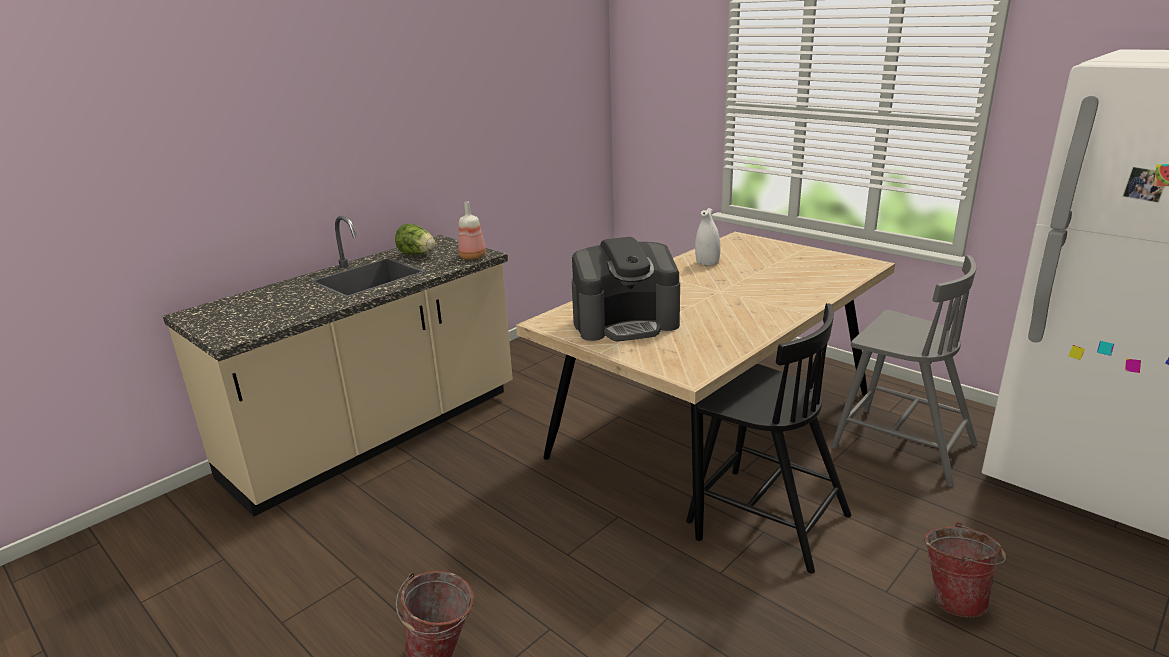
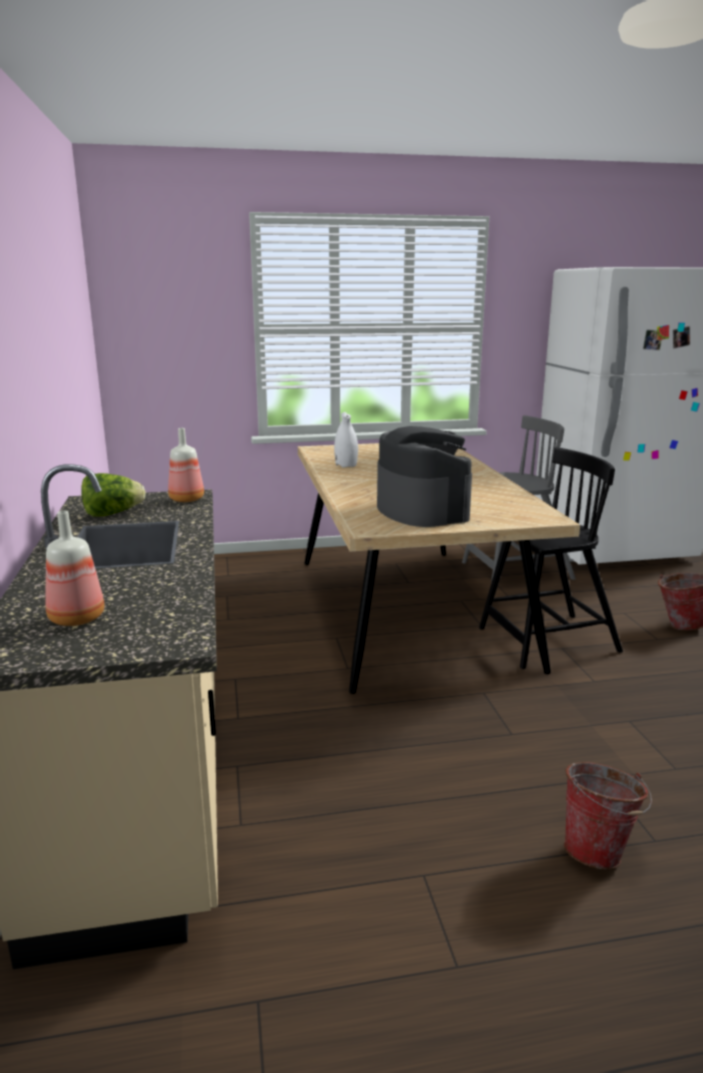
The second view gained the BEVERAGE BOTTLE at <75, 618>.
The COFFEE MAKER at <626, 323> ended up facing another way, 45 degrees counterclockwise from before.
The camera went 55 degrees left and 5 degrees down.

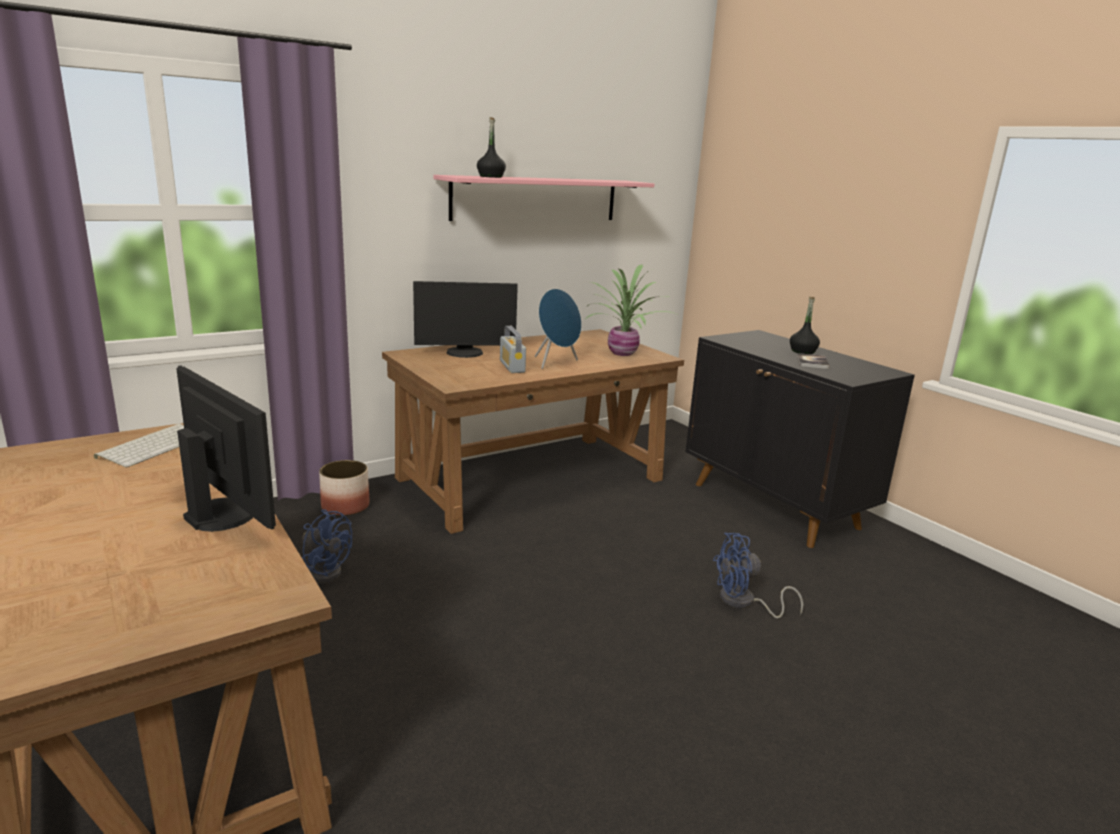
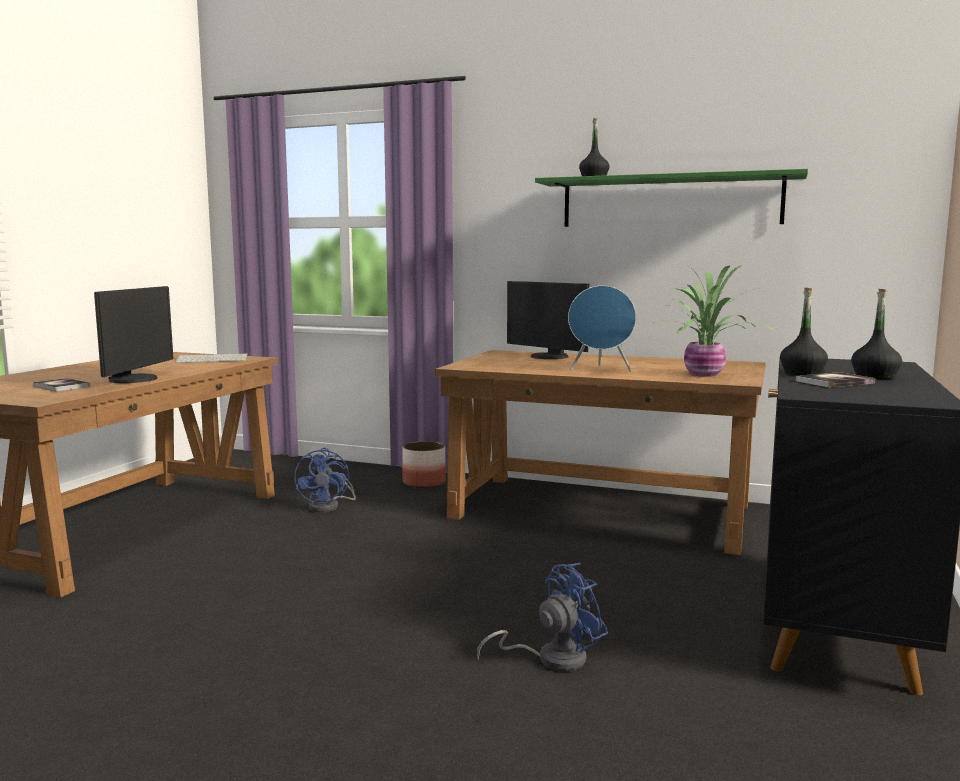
The second view lost the RADIO RECEIVER at <512, 366>.
The second view gained the BOUND BOOK at <61, 386>.
The second view gained the BLACK-COLOURED BEVERAGE BOTTLE at <802, 373>.
What was the PINKISH SHELF at <536, 199> turned into the GREEN-COLOURED SHELF at <670, 202>.
The BLUISH FAN at <744, 603> ended up facing another way, 105 degrees clockwise from before.
The camera went 55 degrees right and 10 degrees down.

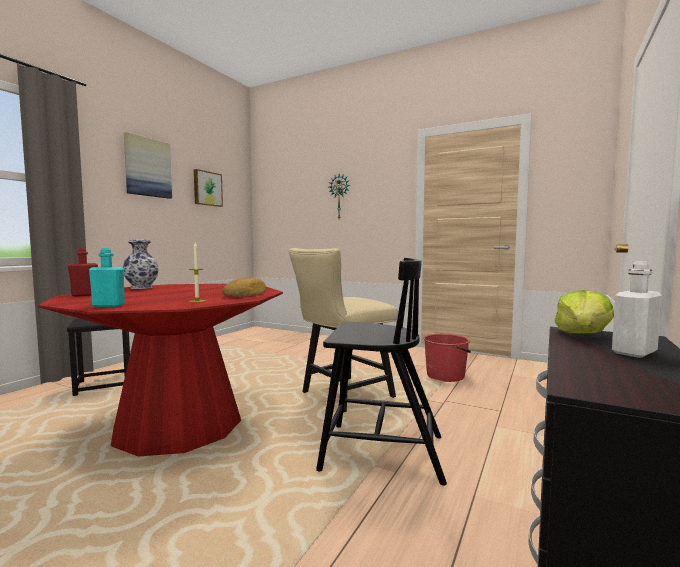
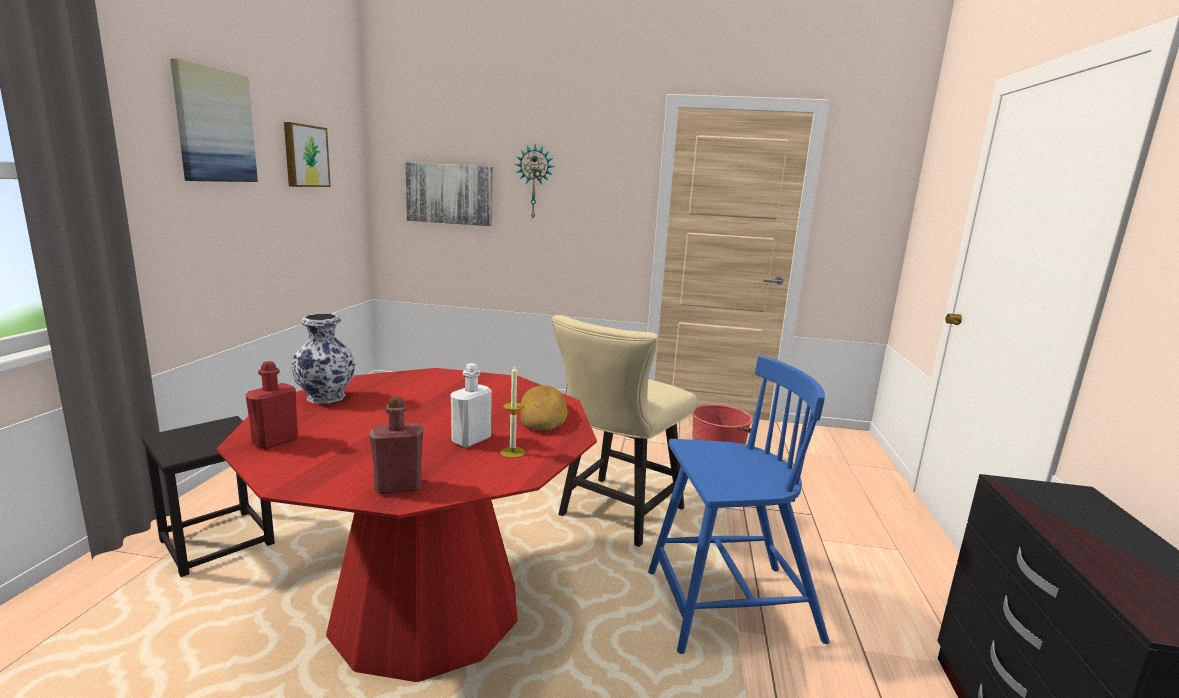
The second view lost the LETTUCE at <583, 334>.
The second view gained the PICTURE at <450, 194>.
The WHITE BEVERAGE BOTTLE ended up elsewhere, having gone from <634, 352> to <471, 440>.
What was the TURQUOISE-COLOURED BEVERAGE BOTTLE at <108, 305> turned into the RED-COLOURED BEVERAGE BOTTLE at <398, 487>.
What was the BLACK-COLOURED UPRIGHT CHAIR at <380, 452> turned into the BLUISH UPRIGHT CHAIR at <728, 606>.
The camera went 20 degrees left and 10 degrees up.

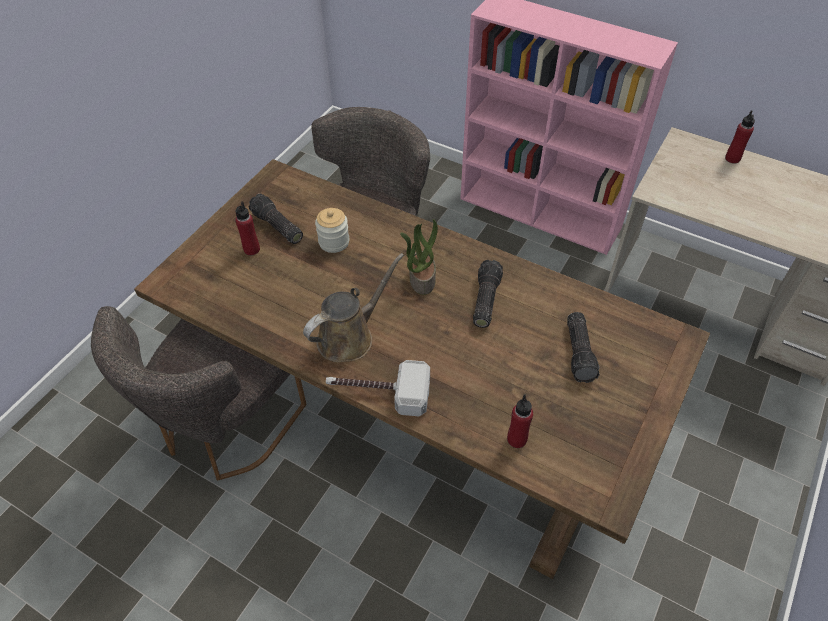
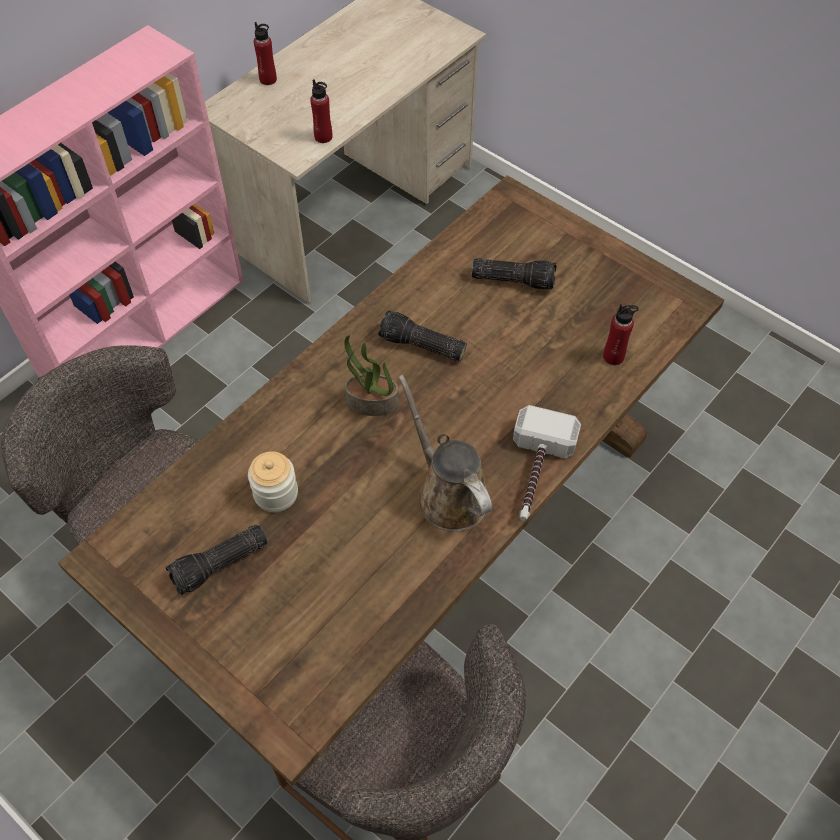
The RED-COLOURED BEVERAGE BOTTLE ended up elsewhere, having gone from <251, 249> to <323, 137>.
The camera went 80 degrees left and 5 degrees up.

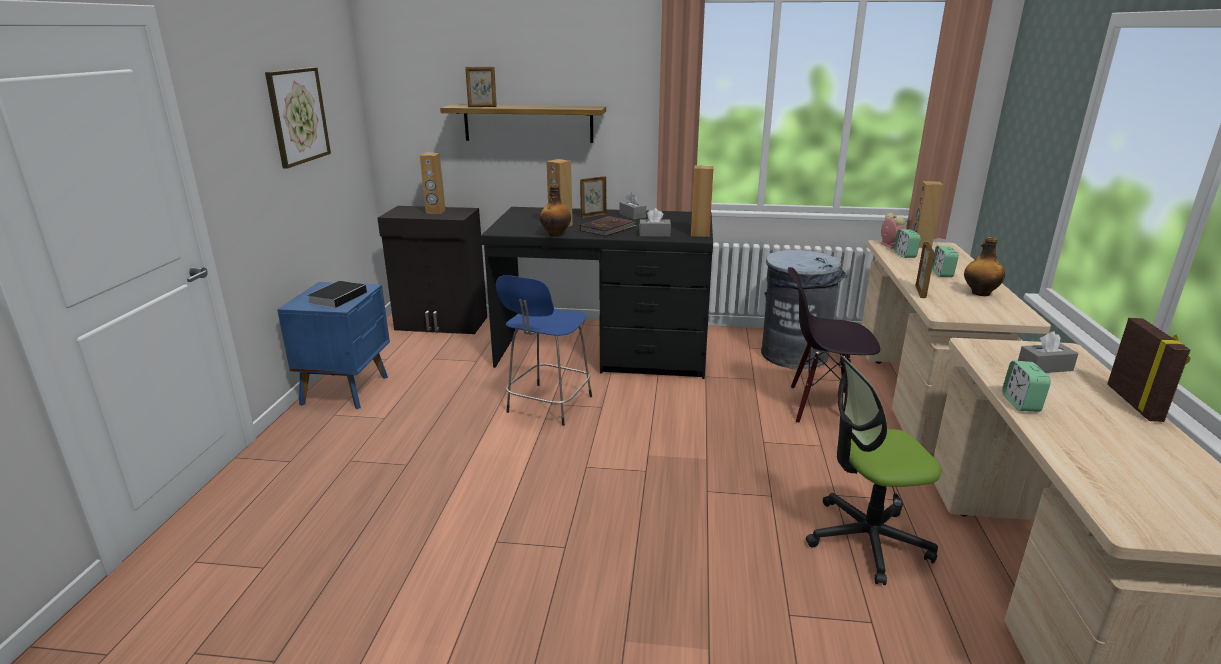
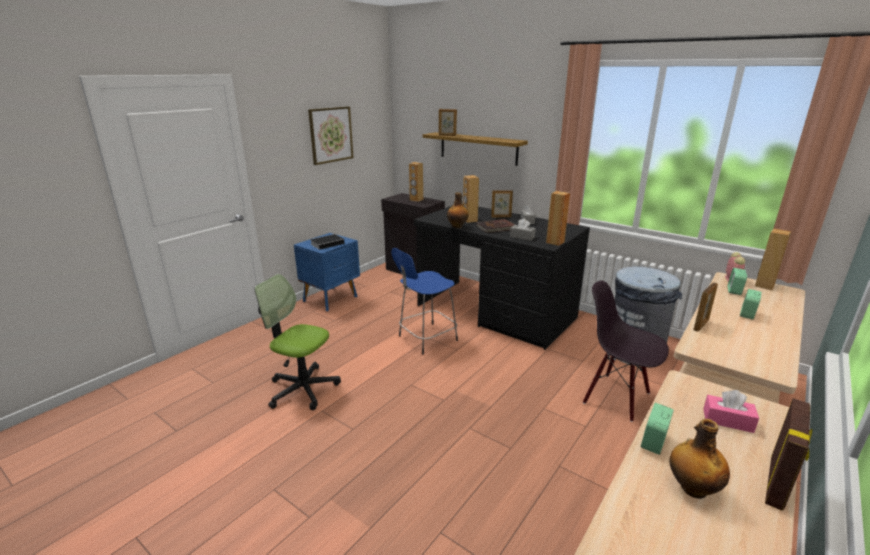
The COMPUTER CHAIR ended up elsewhere, having gone from <866, 539> to <303, 389>.
The BEVERAGE BOTTLE ended up elsewhere, having gone from <979, 293> to <692, 488>.
What was the GREY TISSUE HOLDER at <1044, 367> turned into the PINKISH TISSUE HOLDER at <727, 420>.
The camera went 30 degrees right and 0 degrees up.

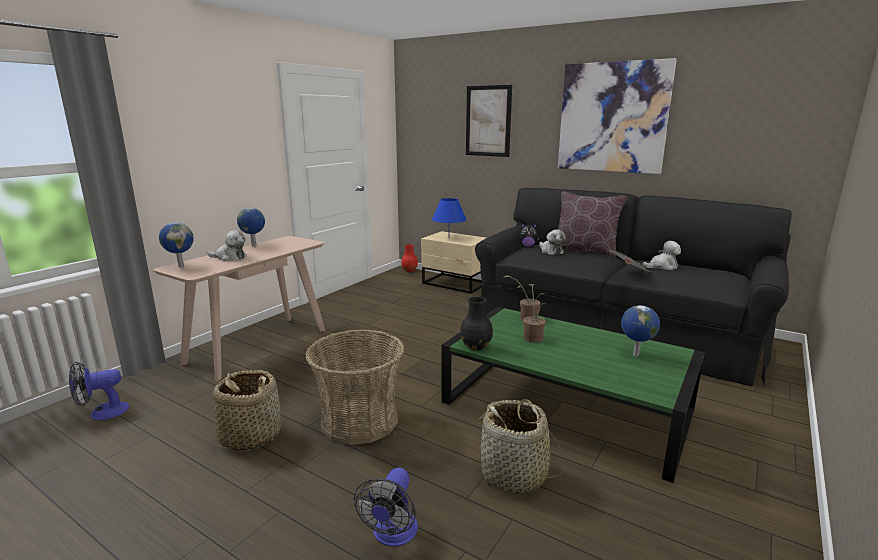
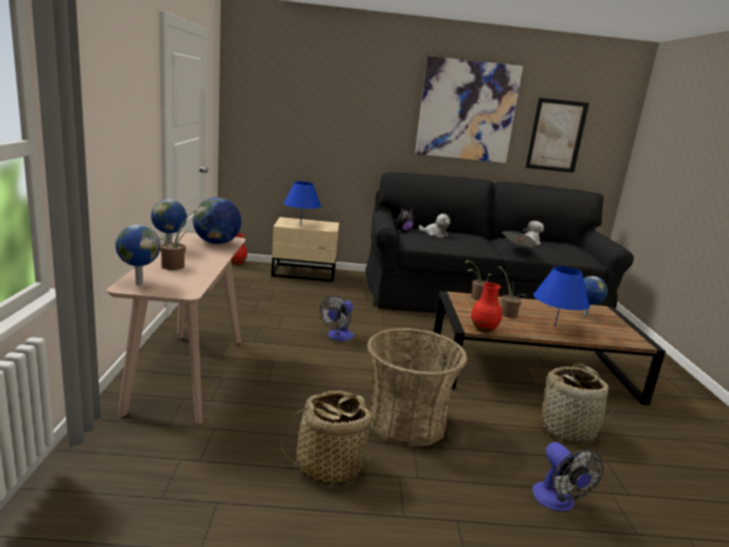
The second view lost the BROWNISH THROW PILLOW at <585, 250>.
The second view gained the WORLD GLOBE at <217, 243>.
The second view gained the BLUISH TABLETOP LAMP at <555, 326>.
The FAN ended up elsewhere, having gone from <102, 412> to <338, 337>.
The PICTURE ended up elsewhere, having gone from <488, 121> to <556, 135>.
Where the SOFT TOY stood at <229, 257>, the POTTED PLANT came to stand at <176, 266>.
What was the GREEN-COLOURED COFFEE TABLE at <566, 406> turned into the BROWNISH COFFEE TABLE at <532, 369>.
What was the BLACK-COLOURED DECORATIVE VASE at <475, 346> turned into the RED-COLOURED DECORATIVE VASE at <483, 329>.
The camera went 35 degrees left and 0 degrees up.

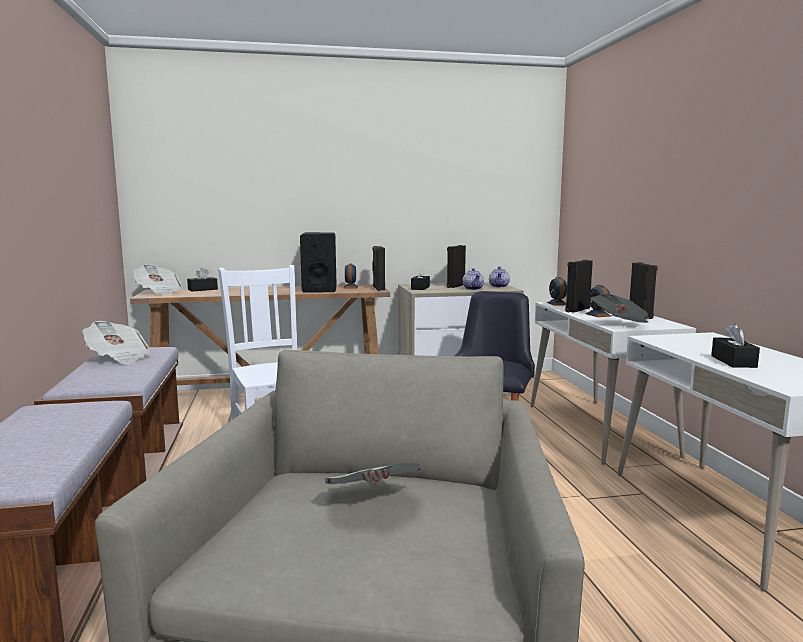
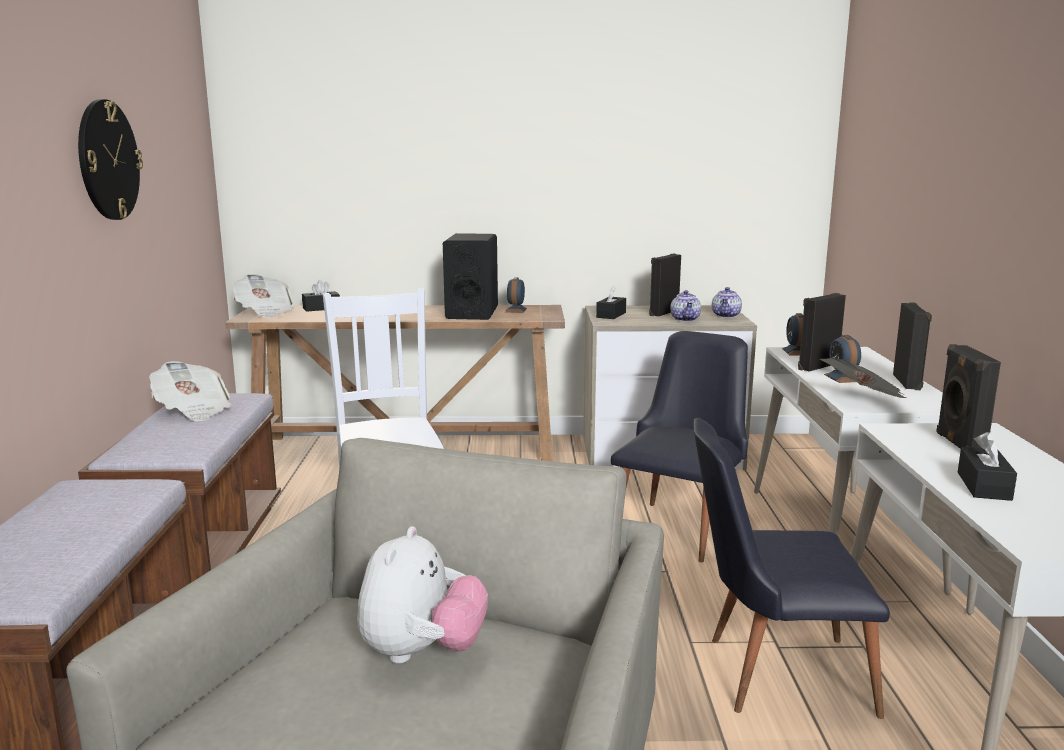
The second view gained the WALL CLOCK at <108, 160>.
The second view gained the BLACK-COLOURED UPRIGHT CHAIR at <771, 673>.
The BLACK-COLOURED SPEAKER ended up elsewhere, having gone from <378, 288> to <958, 444>.
Where the DAILY PAPER stood at <372, 500>, the SOFT TOY came to stand at <422, 652>.
The camera went 10 degrees right and 5 degrees up.

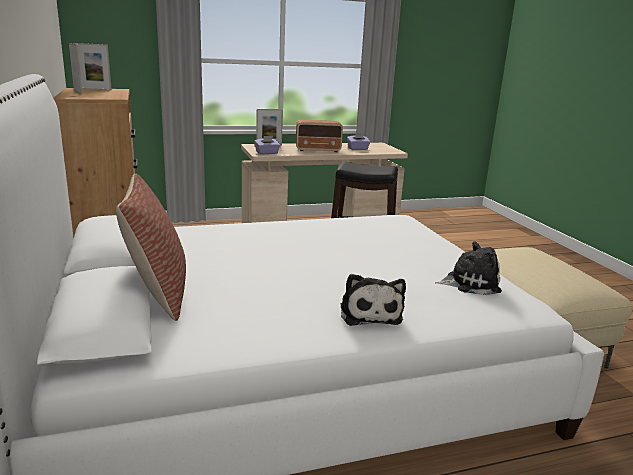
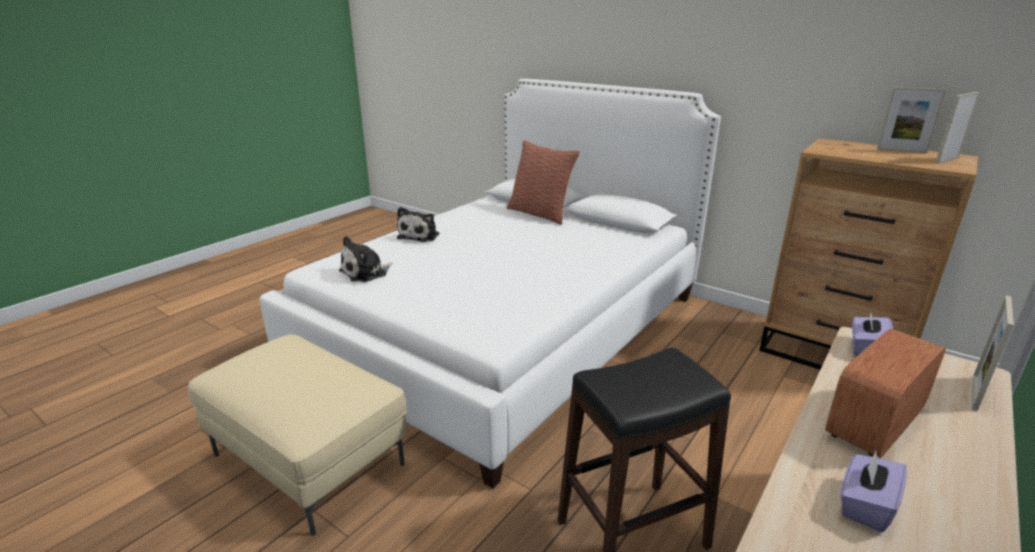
The SOFT TOY at <369, 313> ended up facing another way, 120 degrees counterclockwise from before.
The camera went 145 degrees right and 5 degrees up.

